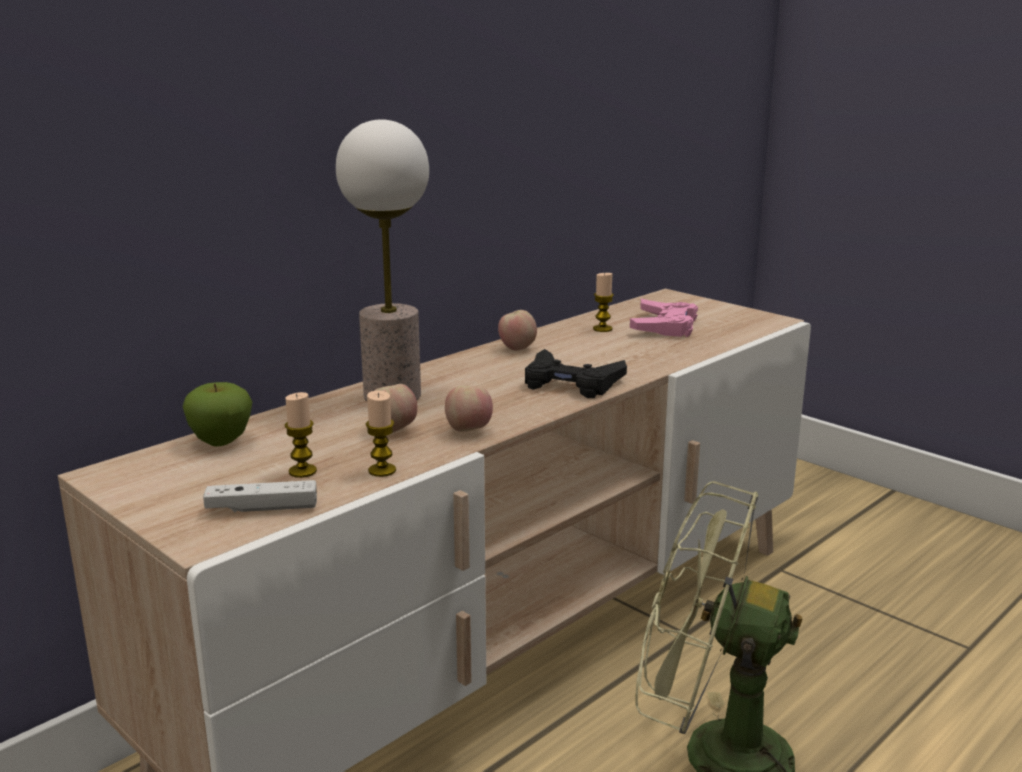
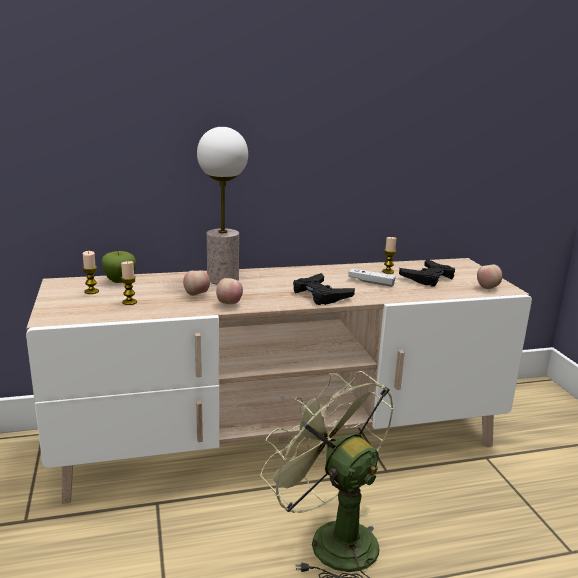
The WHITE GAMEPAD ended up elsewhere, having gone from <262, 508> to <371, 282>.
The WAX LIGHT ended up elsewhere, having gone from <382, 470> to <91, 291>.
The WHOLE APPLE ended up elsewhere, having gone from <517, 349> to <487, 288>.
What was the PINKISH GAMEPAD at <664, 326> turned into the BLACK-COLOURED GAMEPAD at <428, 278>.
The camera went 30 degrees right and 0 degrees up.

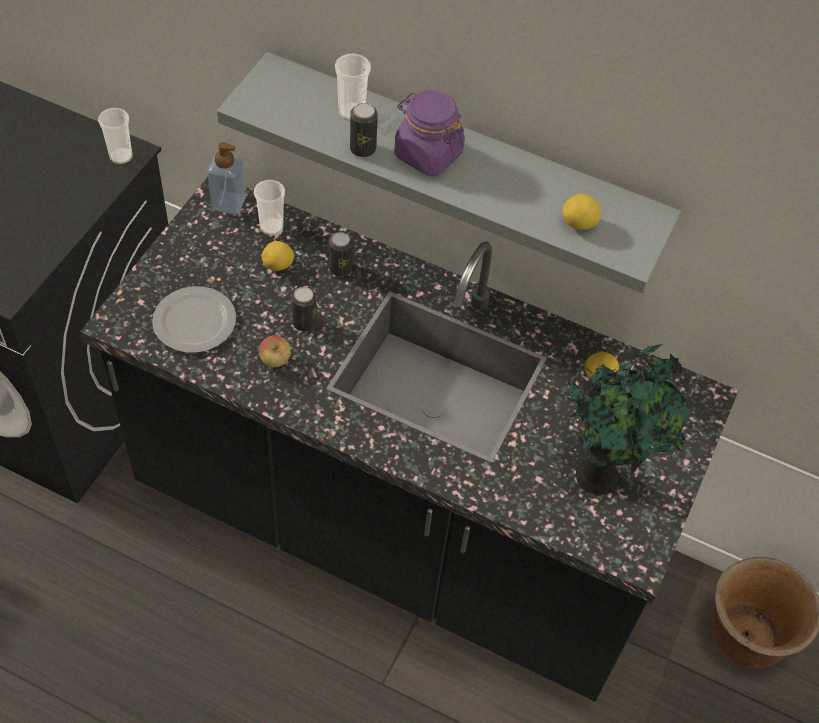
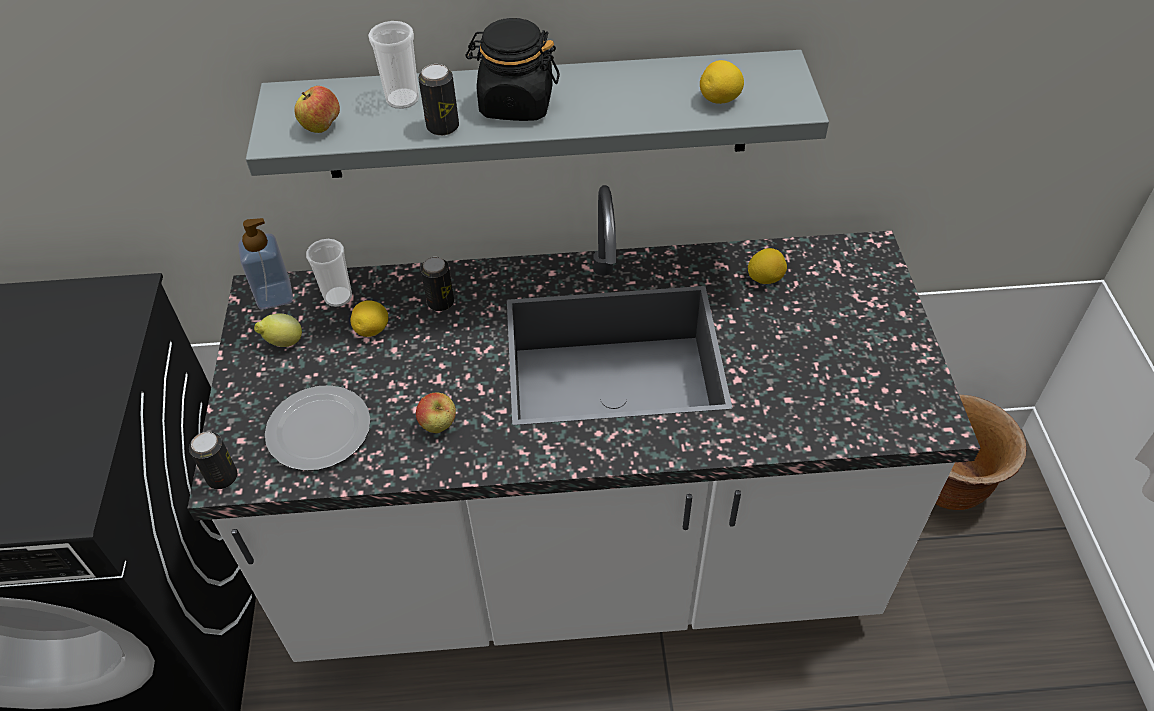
The second view lost the CUP at <121, 156>.
The second view lost the POTTED PLANT at <601, 474>.
The second view gained the LEMON at <283, 343>.
The second view gained the WHOLE APPLE at <321, 127>.
The CAN ended up elsewhere, having gone from <304, 323> to <222, 477>.
What was the BLACK-COLOURED KITCHEN COUNTER at <394, 529> turned into the WHITE KITCHEN COUNTER at <583, 564>.
What was the PURPLE-COLOURED JAR at <427, 154> turned into the BLACK-COLOURED JAR at <516, 104>.
The camera went 25 degrees left and 5 degrees down.

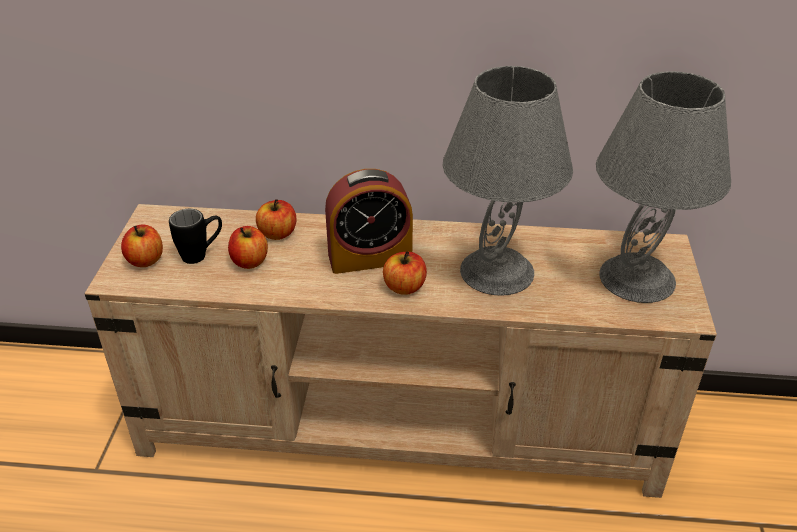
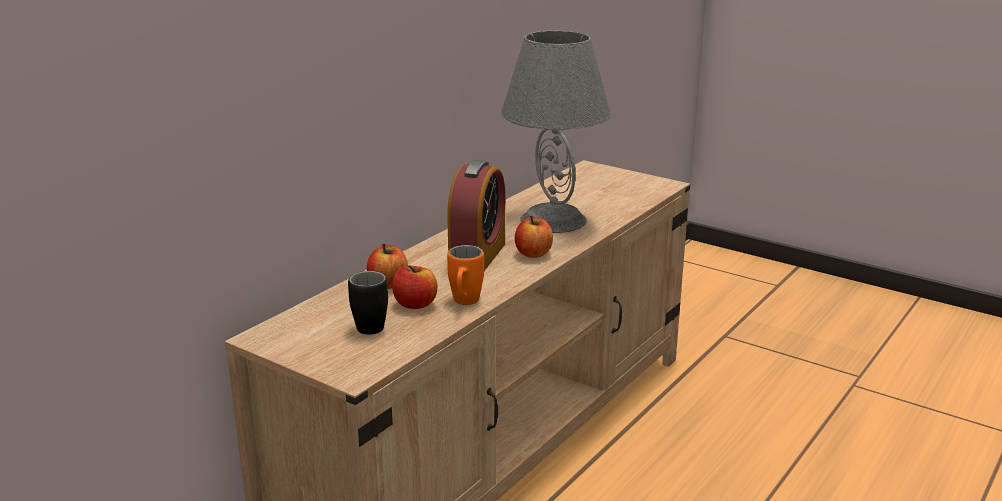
The second view lost the WHOLE APPLE at <145, 260>.
The second view lost the GREY TABLETOP LAMP at <636, 277>.
The second view gained the ORANGE-COLOURED COFFEE MUG at <464, 303>.
The camera went 60 degrees left and 15 degrees down.

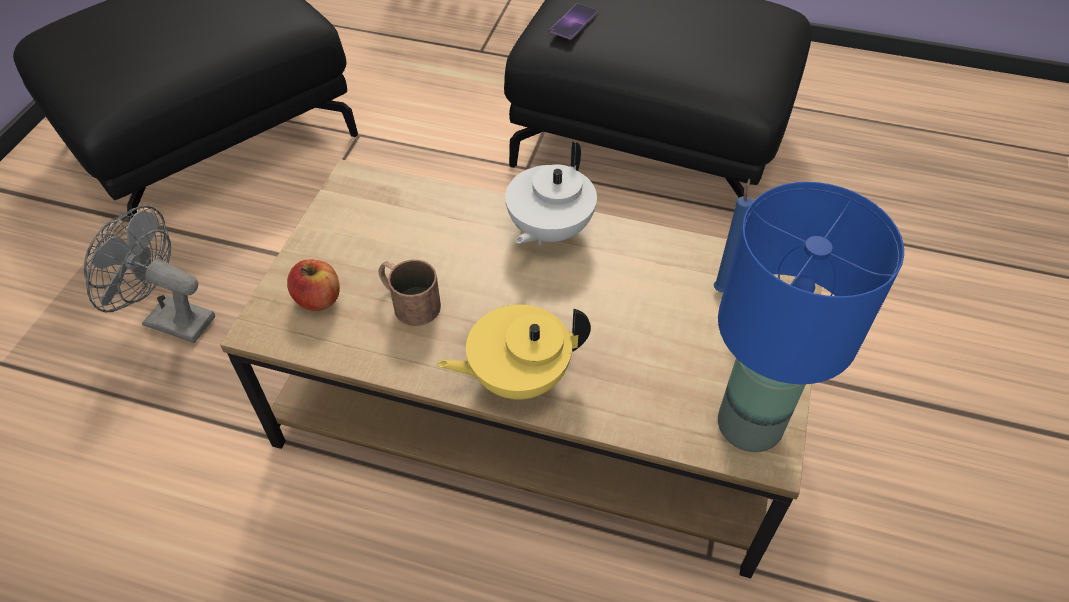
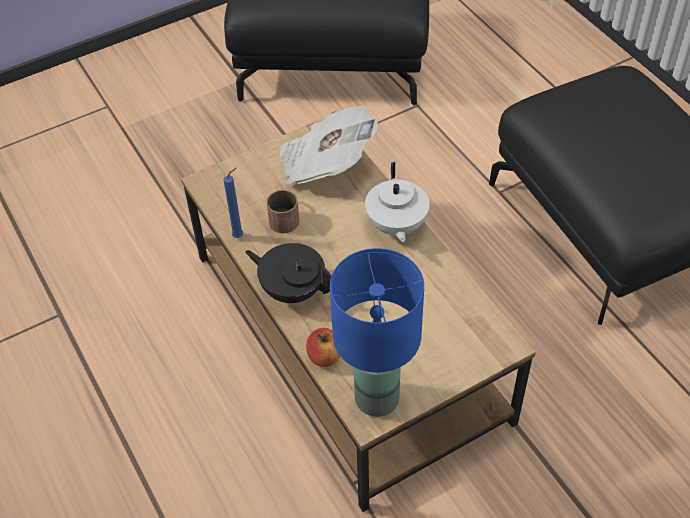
The second view lost the GREY FAN at <170, 319>.
The second view lost the HANDSET at <574, 22>.
The second view gained the DAILY PAPER at <325, 164>.
The WHOLE APPLE ended up elsewhere, having gone from <318, 299> to <324, 356>.
The BLUISH WAX LIGHT ended up elsewhere, having gone from <721, 288> to <240, 236>.
What was the YELLOW-COLOURED TEAPOT at <517, 376> turned into the BLACK-COLOURED TEAPOT at <292, 289>.
The WHITE TEAPOT at <548, 230> ended up facing another way, 75 degrees counterclockwise from before.
The camera went 45 degrees right and 0 degrees up.

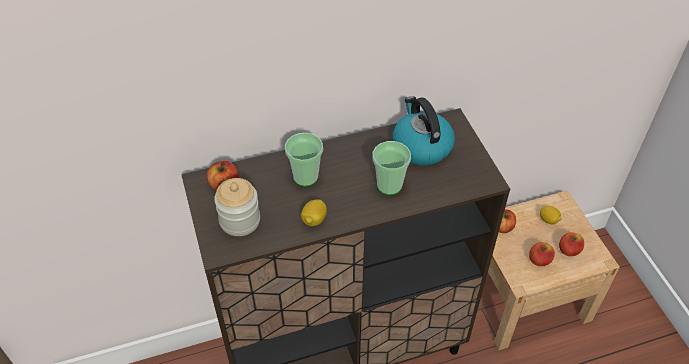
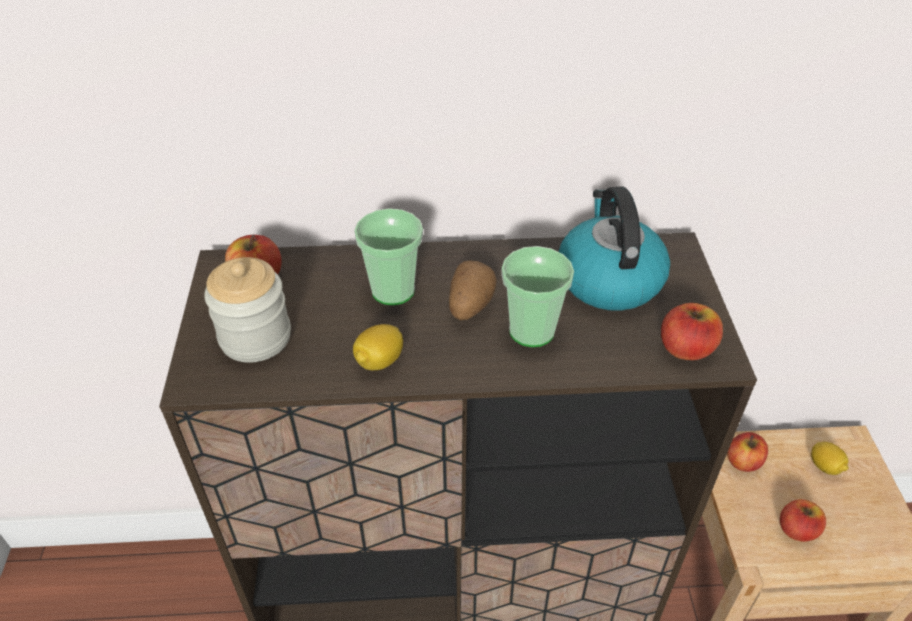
The second view gained the POTATO at <469, 305>.
The WHOLE APPLE ended up elsewhere, having gone from <568, 250> to <686, 348>.
The camera went 15 degrees right and 5 degrees down.

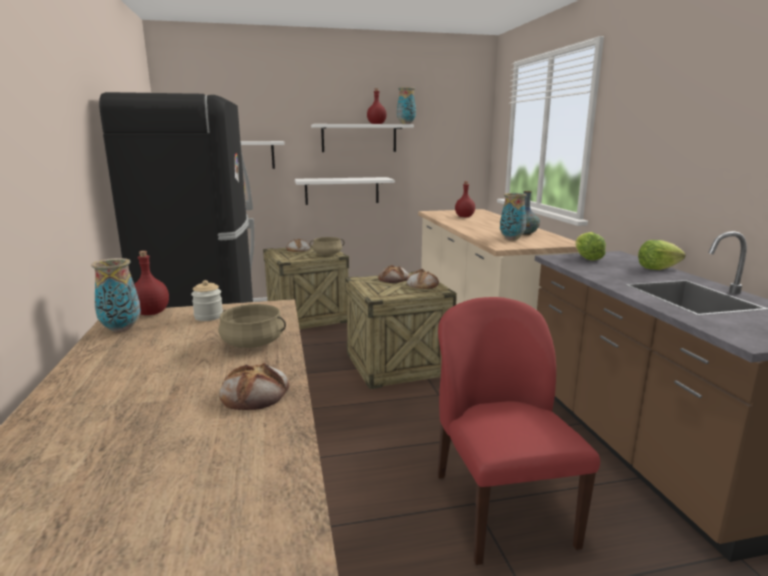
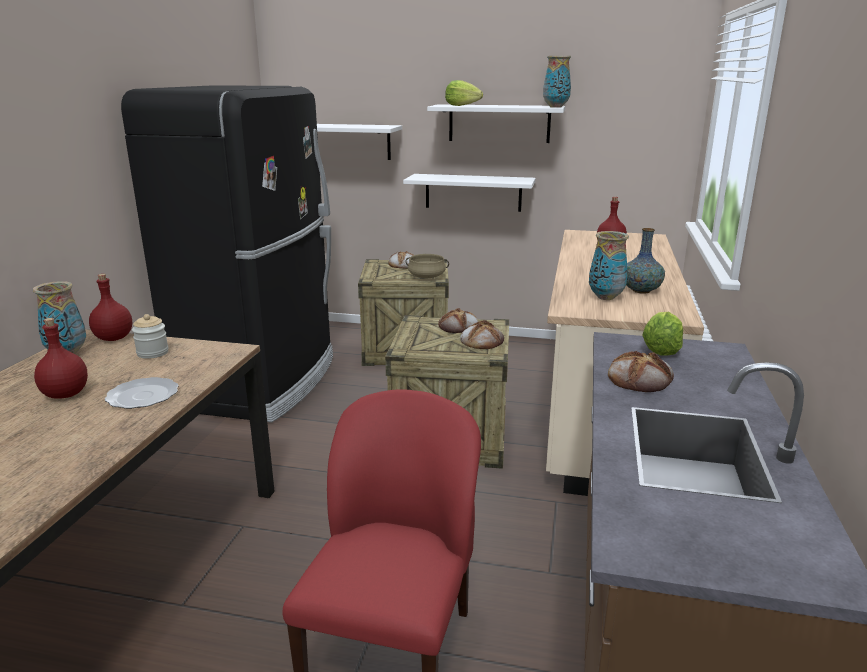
The BAKED BREAD ended up elsewhere, having gone from <255, 393> to <640, 378>.
The RED-COLOURED BEVERAGE BOTTLE ended up elsewhere, having gone from <376, 124> to <66, 394>.
The LETTUCE ended up elsewhere, having gone from <657, 268> to <462, 105>.
Where the BEIGE STOCKPOT stood at <253, 343>, the DINNER PLATE came to stand at <144, 396>.
The camera went 25 degrees right and 5 degrees up.

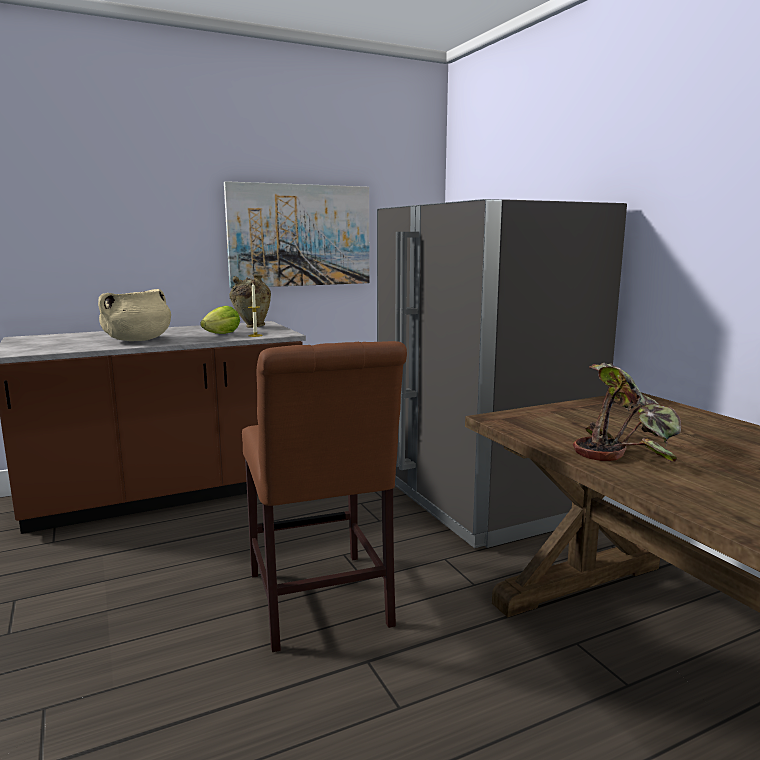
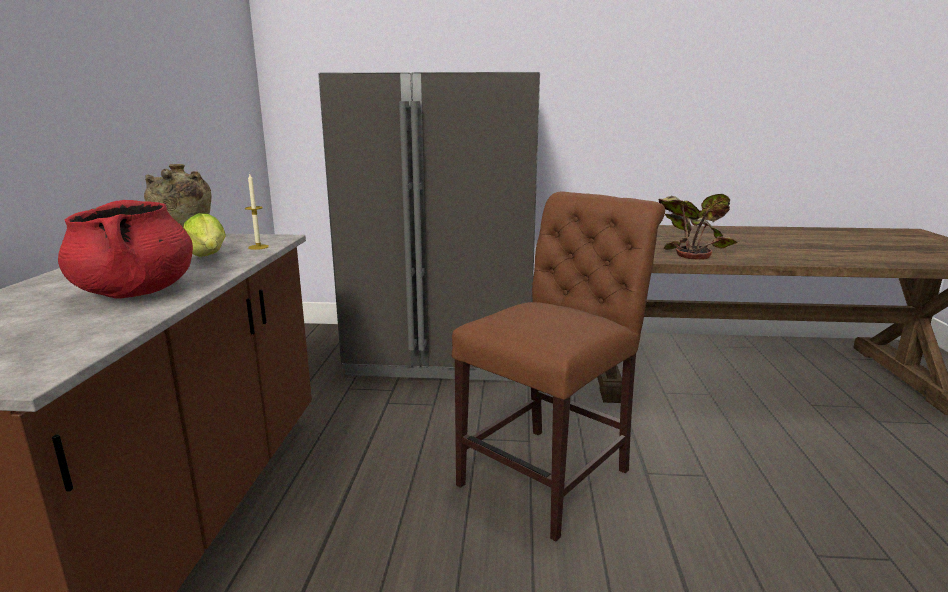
The second view lost the PICTURE at <300, 235>.
What was the BEIGE STOCKPOT at <137, 340> turned into the RED-COLOURED STOCKPOT at <136, 292>.
The BROWNISH UPRIGHT CHAIR at <320, 604> ended up facing another way, 60 degrees counterclockwise from before.
The camera went 60 degrees left and 5 degrees up.

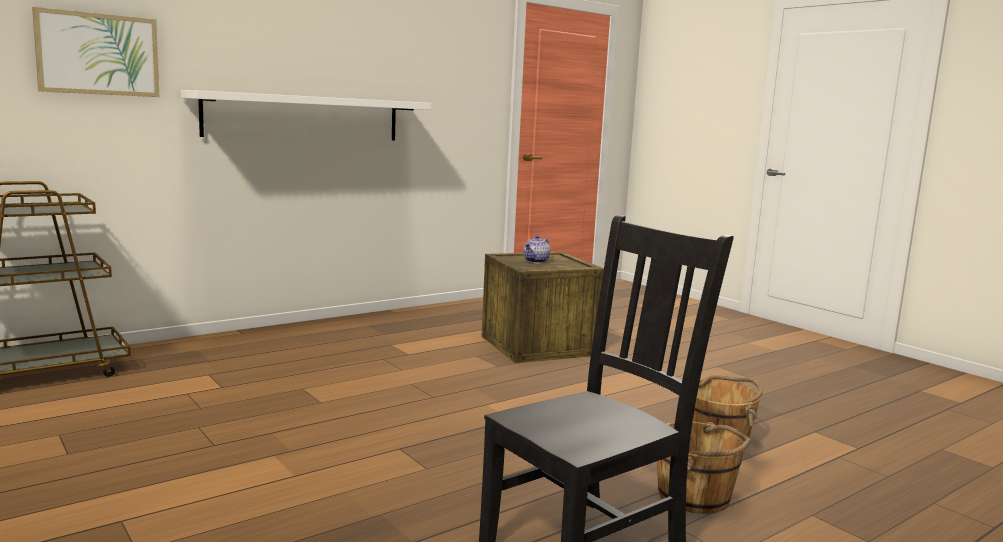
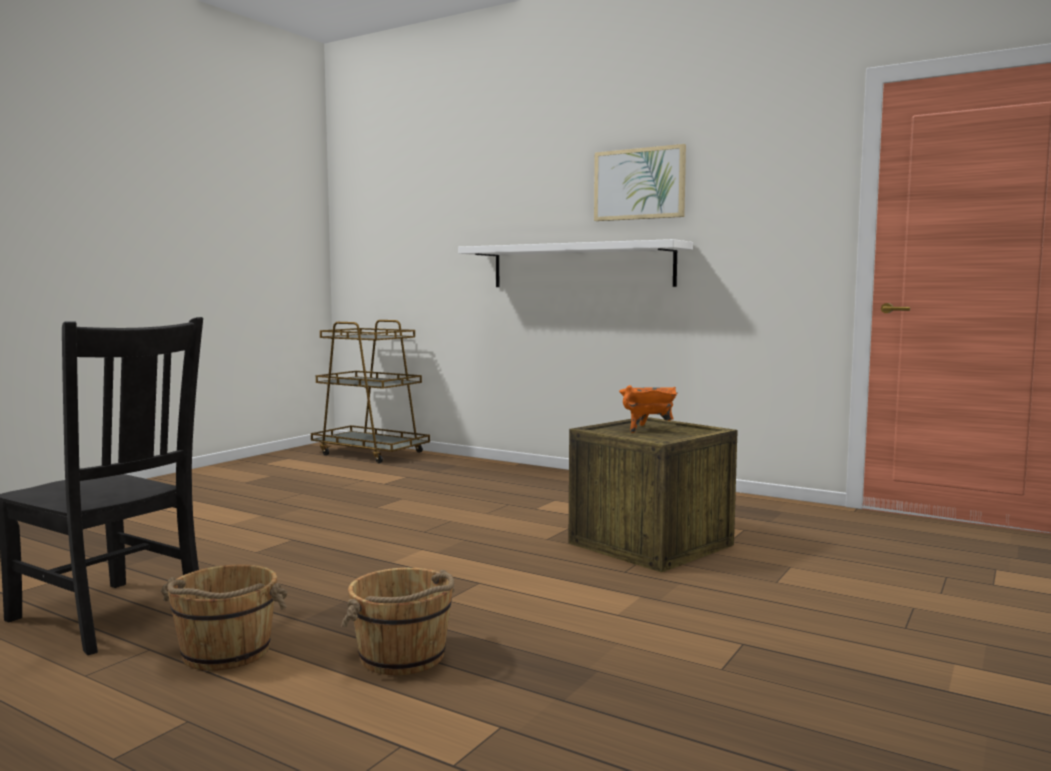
The PICTURE ended up elsewhere, having gone from <98, 54> to <639, 184>.
Where the TEAPOT stood at <536, 261>, the ORANGE-COLOURED STOCKPOT came to stand at <648, 429>.
The camera went 70 degrees right and 5 degrees down.

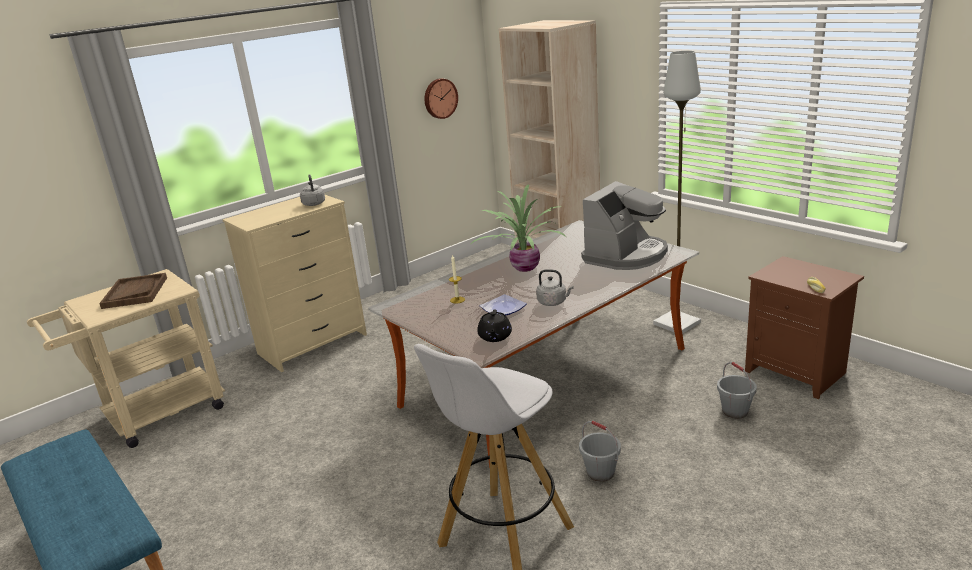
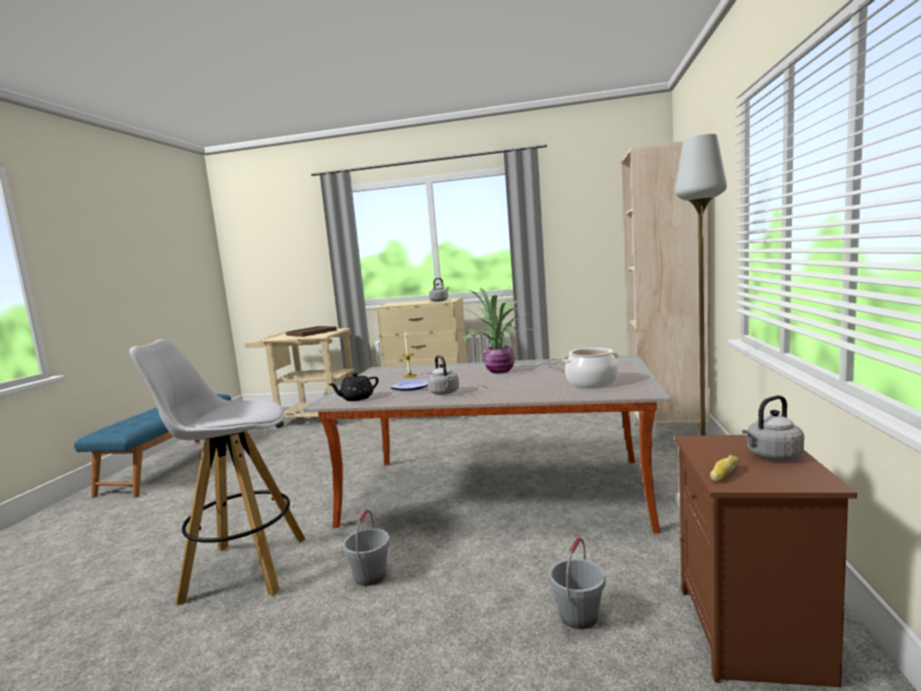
The second view lost the WALL CLOCK at <440, 98>.
The second view gained the GREY KETTLE at <772, 456>.
Where the COFFEE MAKER stood at <626, 255>, the STOCKPOT came to stand at <592, 382>.
The camera went 50 degrees right and 15 degrees down.

